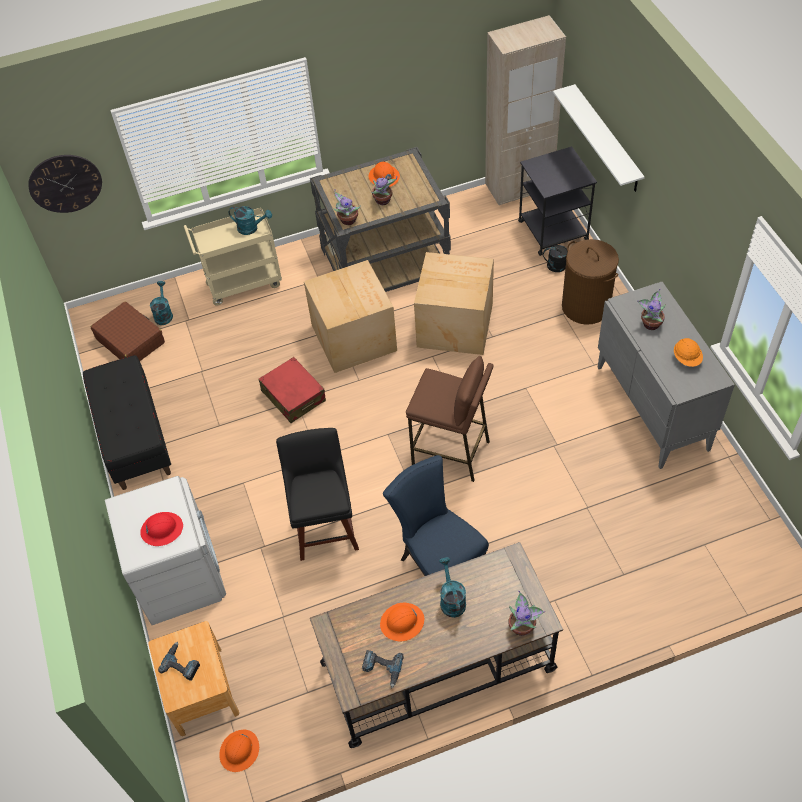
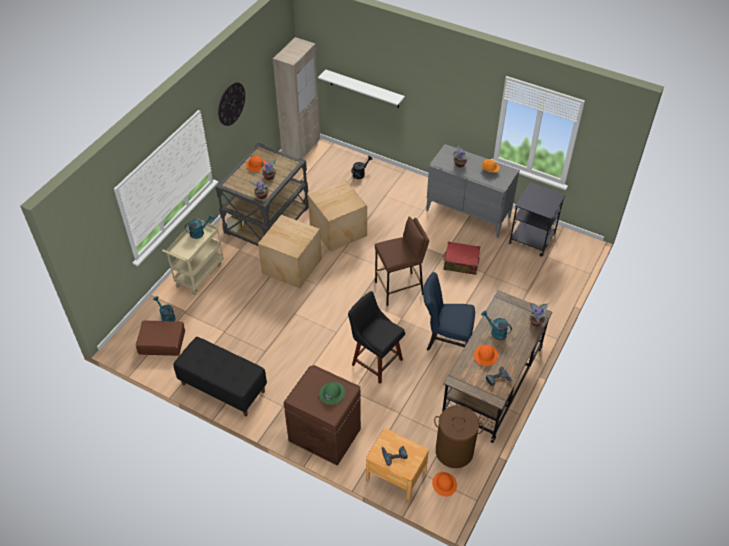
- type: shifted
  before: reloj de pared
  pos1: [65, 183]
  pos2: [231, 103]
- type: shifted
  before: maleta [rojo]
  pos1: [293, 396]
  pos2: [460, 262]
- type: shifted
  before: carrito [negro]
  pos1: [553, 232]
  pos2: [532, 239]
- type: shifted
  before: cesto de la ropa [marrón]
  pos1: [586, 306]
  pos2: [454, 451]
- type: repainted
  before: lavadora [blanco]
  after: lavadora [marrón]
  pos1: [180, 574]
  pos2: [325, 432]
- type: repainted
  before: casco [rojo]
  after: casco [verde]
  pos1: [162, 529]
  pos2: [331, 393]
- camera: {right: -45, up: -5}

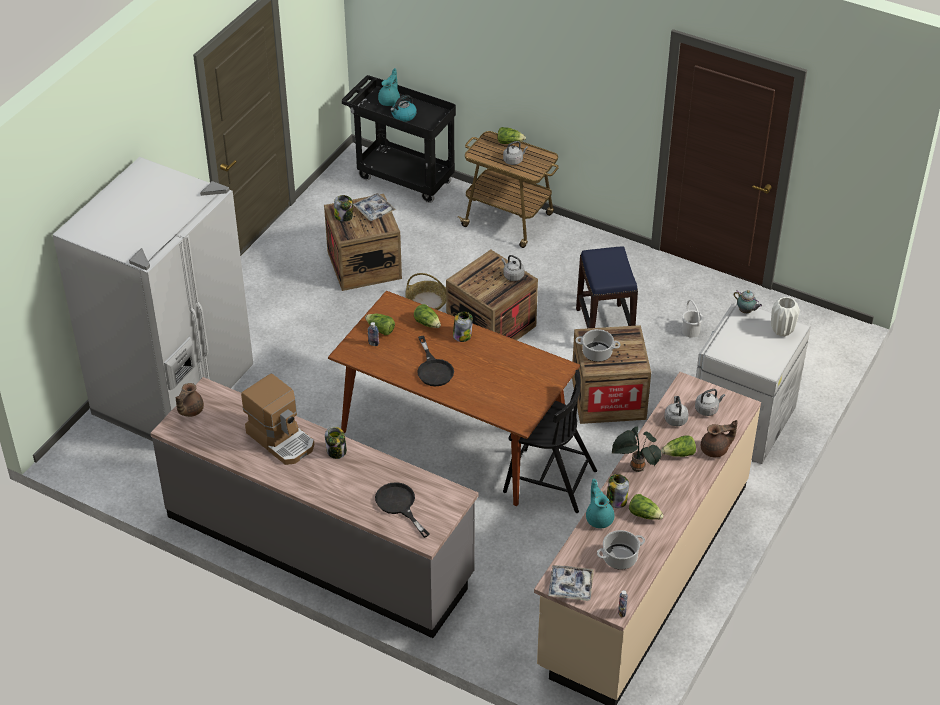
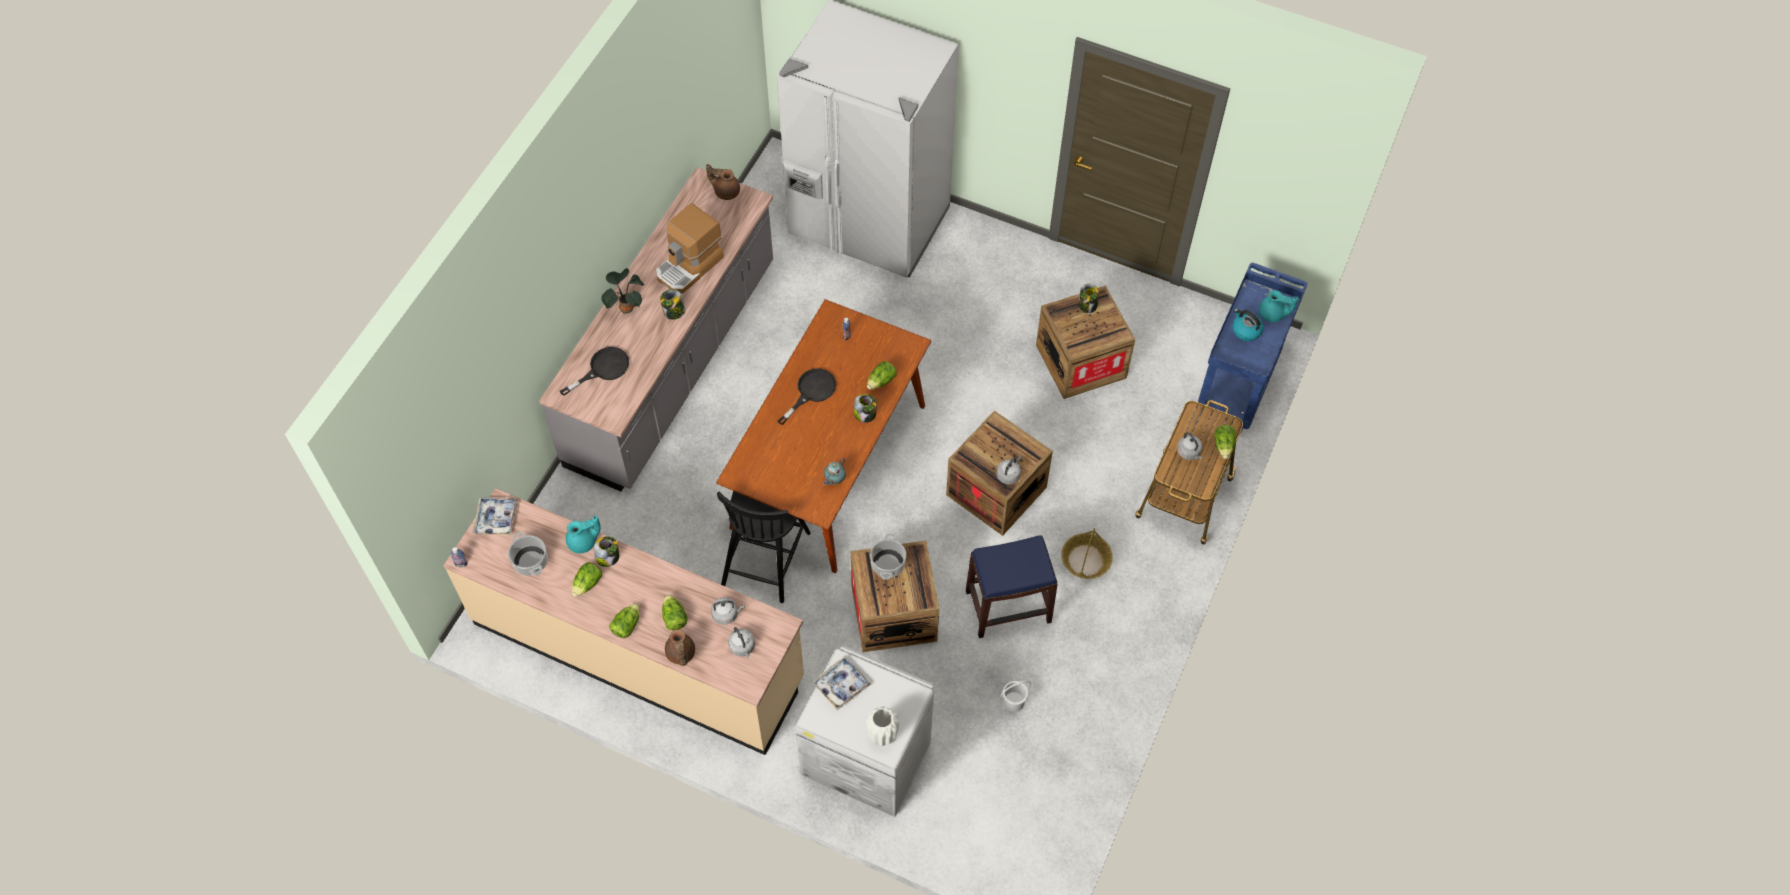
- type: shifted
  before: bandeja
  pos1: [374, 210]
  pos2: [841, 685]
- type: shifted
  before: lechuga
  pos1: [380, 329]
  pos2: [626, 625]
- type: shifted
  before: cesta
  pos1: [427, 301]
  pos2: [1085, 561]
- type: shifted
  before: planta en maceta
  pos1: [635, 468]
  pos2: [626, 307]
- type: shifted
  before: tetera
  pos1: [746, 311]
  pos2: [834, 480]
- type: repainted
  before: carrito [negro]
  after: carrito [azul]
  pos1: [401, 180]
  pos2: [1237, 384]
- type: rotated
  before: sartén [negro]
  pos1: [433, 369]
  pos2: [811, 392]
  turn: 150
- camera: {right: 85, up: 15}

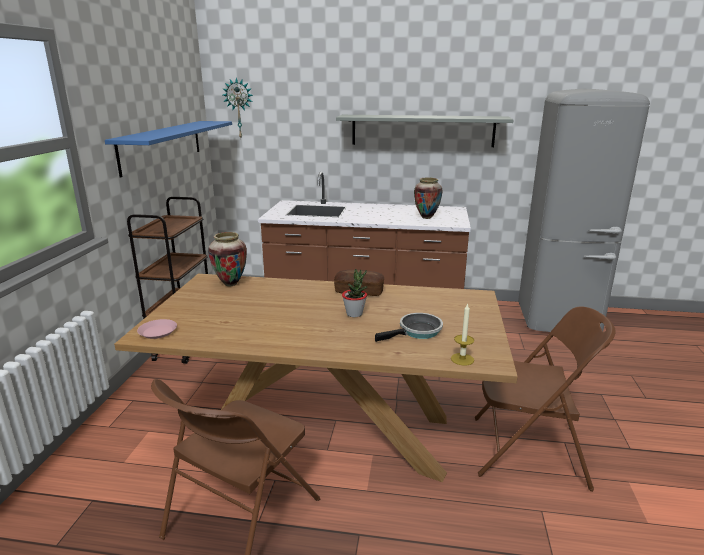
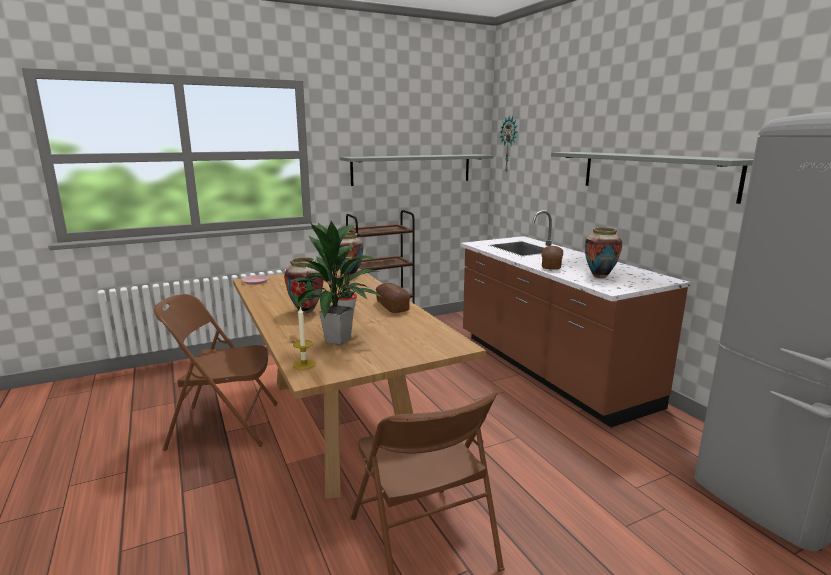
- type: new
  after: florero
  pos2: [306, 311]
- type: new
  after: pan
  pos2: [551, 265]
- type: swapped
  before: sartén
  after: planta en maceta
  pos1: [417, 332]
  pos2: [339, 339]
- type: repainted
  before: estante [azul]
  after: estante [gris]
  pos1: [162, 145]
  pos2: [412, 169]
- camera: {right: 55, up: -5}

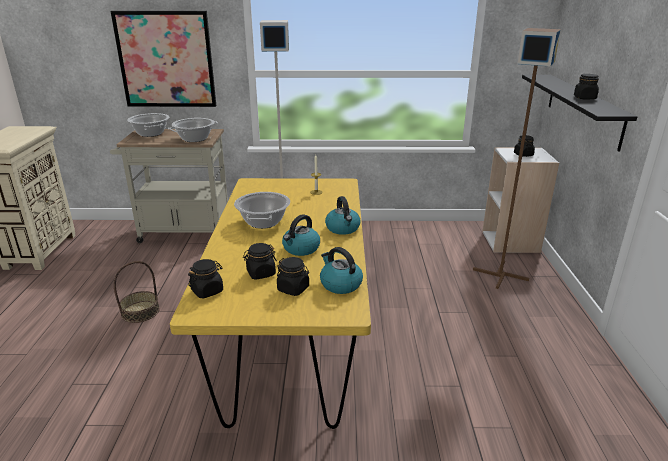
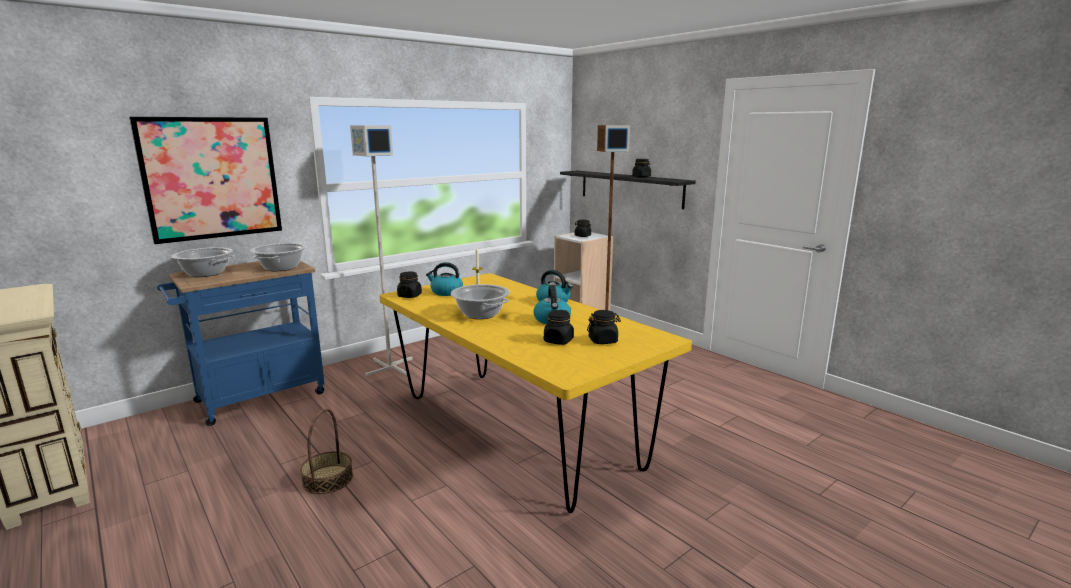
- type: shifted
  before: tarro [negro]
  pos1: [207, 291]
  pos2: [409, 296]
- type: shifted
  before: hervidor
  pos1: [340, 284]
  pos2: [446, 292]
- type: repainted
  before: carrito [beis]
  after: carrito [azul]
  pos1: [182, 232]
  pos2: [256, 399]
- camera: {right: -40, up: -10}

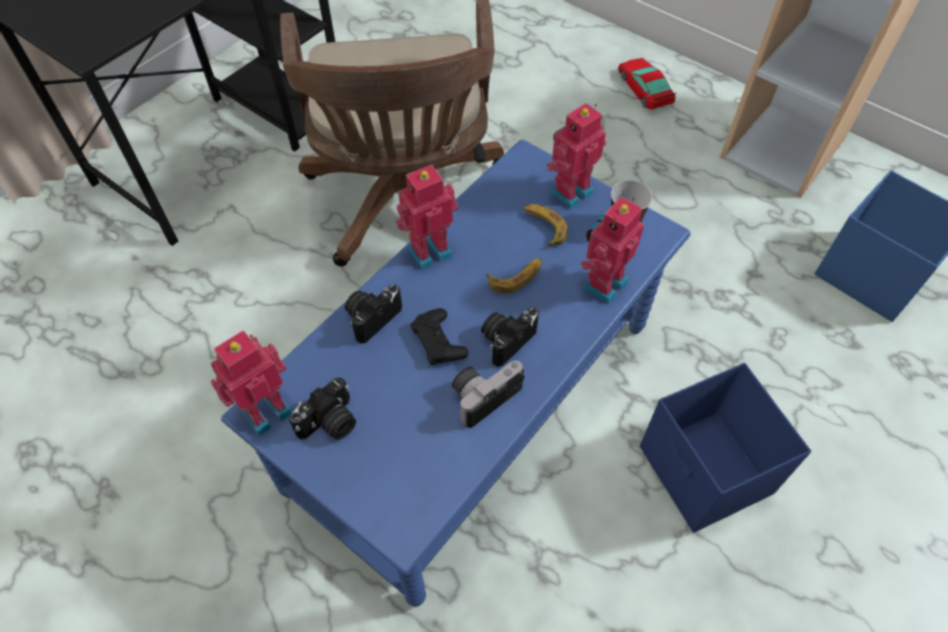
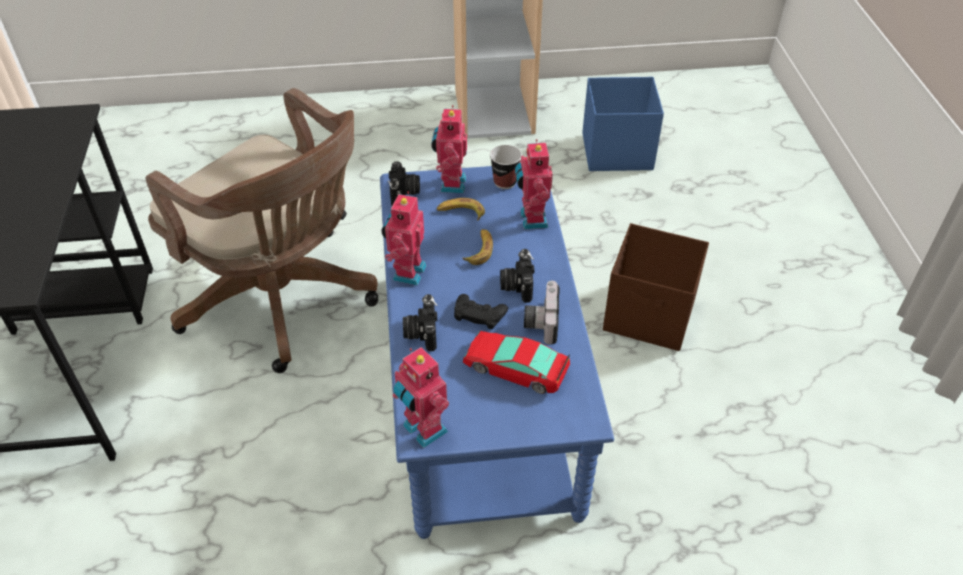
- type: shifted
  before: cámara
  pos1: [330, 423]
  pos2: [404, 193]
- type: shifted
  before: coche de juguete
  pos1: [645, 89]
  pos2: [516, 367]
- type: repainted
  before: caja de almacenaje [azul]
  after: caja de almacenaje [marrón]
  pos1: [705, 472]
  pos2: [650, 316]
- type: rotated
  before: robot de juguete
  pos1: [265, 409]
  pos2: [422, 430]
  turn: -45
- camera: {right: -45, up: -10}

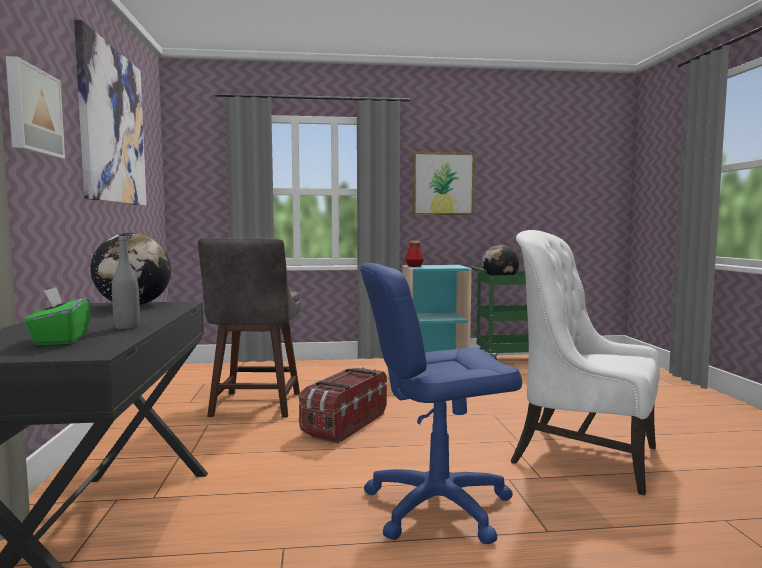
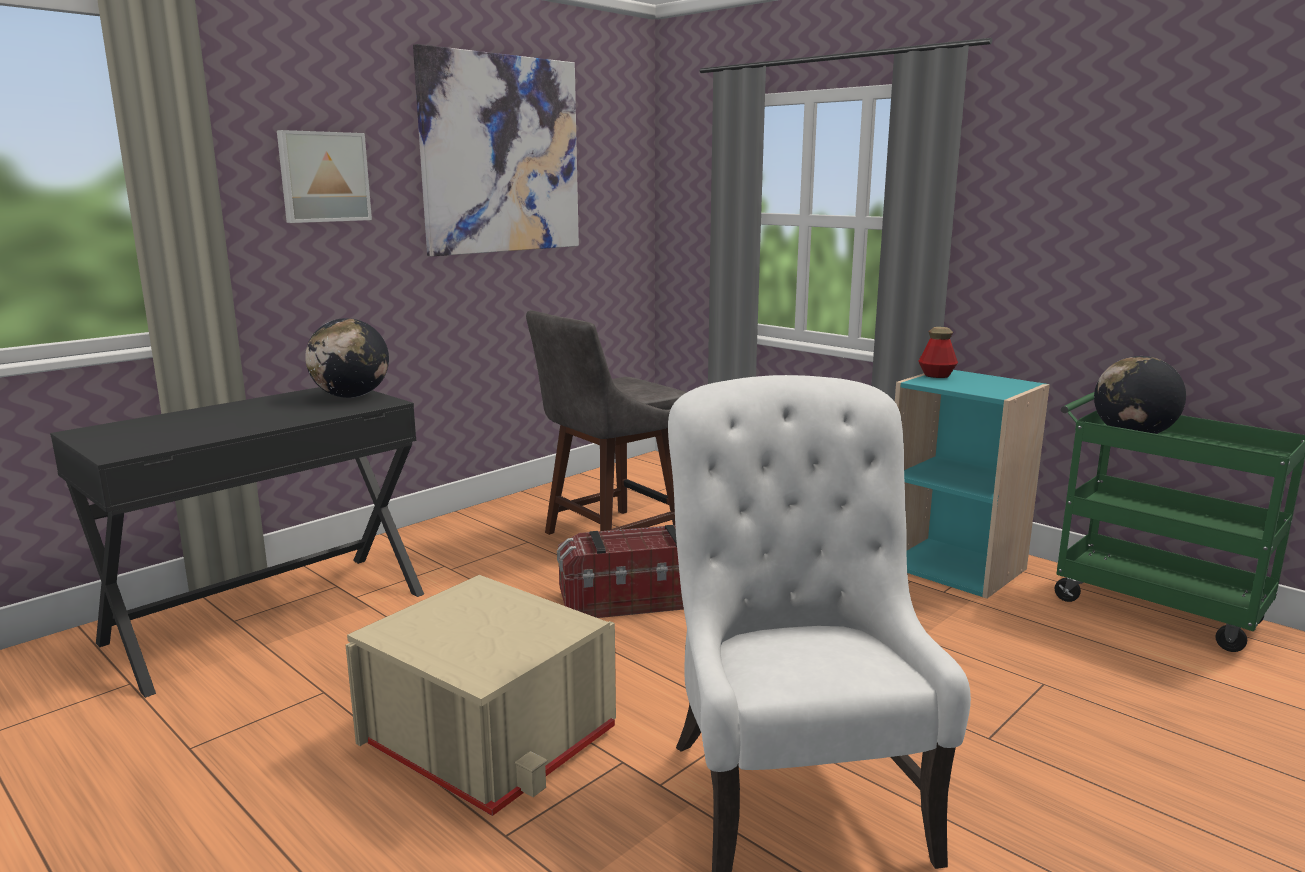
- type: gone
  before: caja de pañuelos [verde]
  pos1: [60, 340]
- type: gone
  before: botella [gris]
  pos1: [127, 327]
- type: gone
  before: cuadro
  pos1: [443, 184]
- type: swapped
  before: silla de oficina [azul]
  after: caja de almacenaje [beis]
  pos1: [437, 506]
  pos2: [489, 738]
- camera: {right: 50, up: 10}

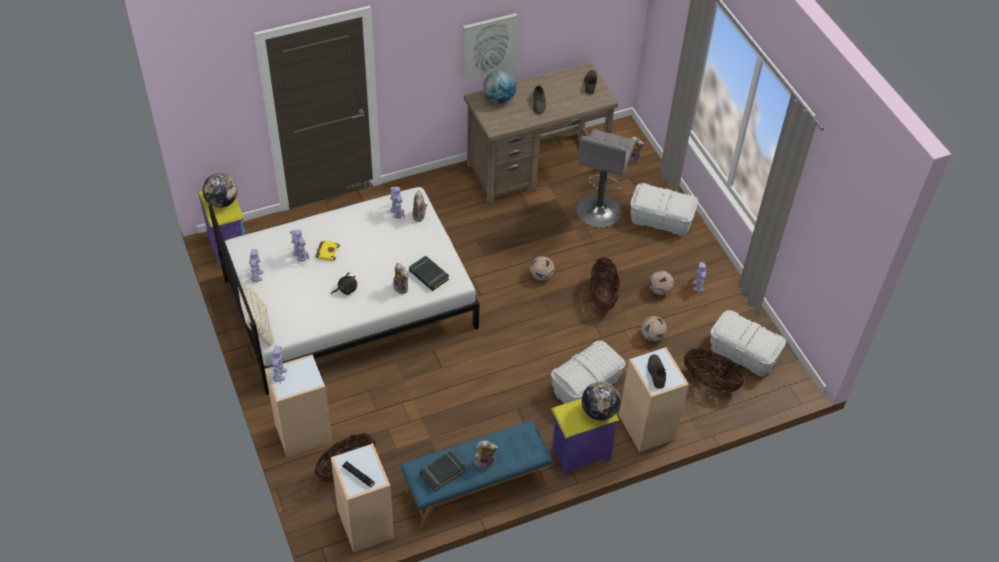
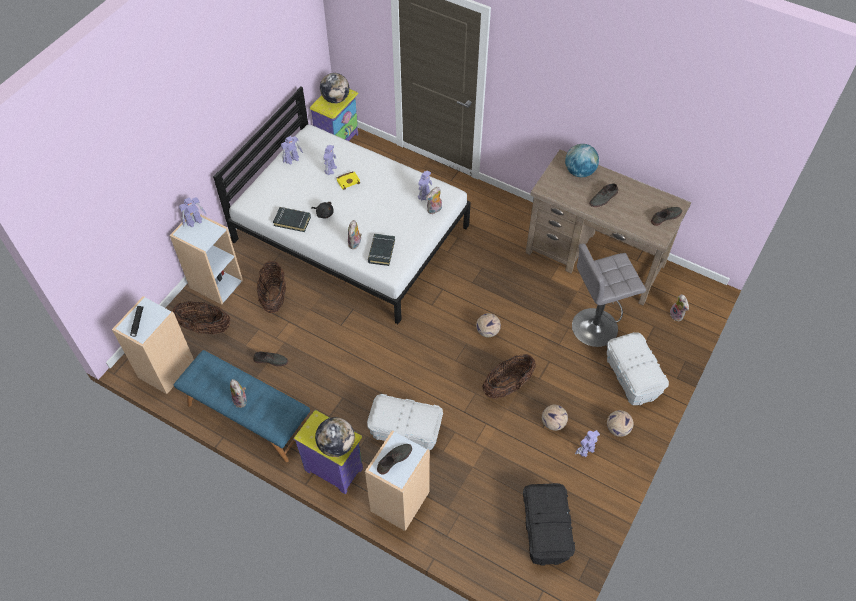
- type: gone
  before: cojín [beis]
  pos1: [258, 328]
- type: gone
  before: cuadro
  pos1: [488, 46]
- type: new
  after: zapato [gris]
  pos2: [271, 360]
- type: shifted
  before: libro [negro]
  pos1: [443, 472]
  pos2: [292, 221]
- type: shifted
  before: balón de fútbol
  pos1: [652, 336]
  pos2: [617, 429]
- type: shifted
  before: cesta
  pos1: [710, 381]
  pos2: [274, 297]
- type: repainted
  before: caja de almacenaje [blanco]
  after: caja de almacenaje [negro]
  pos1: [743, 353]
  pos2: [545, 531]
- camera: {right: 55, up: 5}

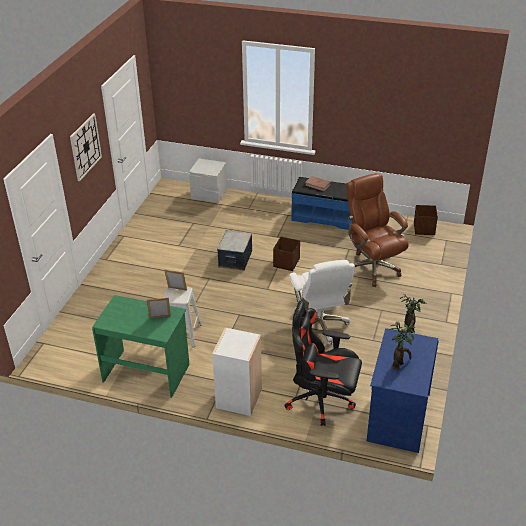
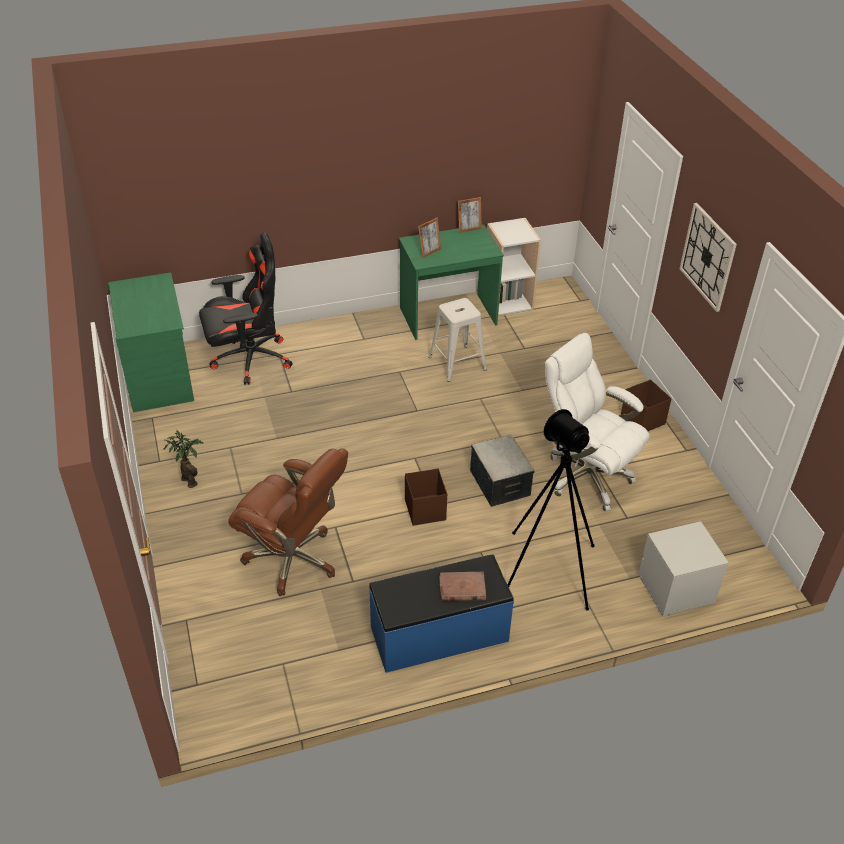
- type: gone
  before: planta en maceta
  pos1: [399, 364]
- type: new
  after: lámpara de pie [negro]
  pos2: [548, 570]
- type: shifted
  before: portarretratos
  pos1: [176, 290]
  pos2: [469, 229]
- type: shifted
  before: estantería
  pos1: [238, 398]
  pos2: [508, 301]
- type: shifted
  before: silla de oficina [blanco]
  pos1: [319, 326]
  pos2: [586, 476]
- type: shifted
  before: caja de almacenaje [marrón]
  pos1: [424, 229]
  pos2: [642, 419]
- type: repainted
  before: escritorio [azul]
  after: escritorio [verde]
  pos1: [397, 416]
  pos2: [159, 377]
- camera: {right: 145, up: 5}

